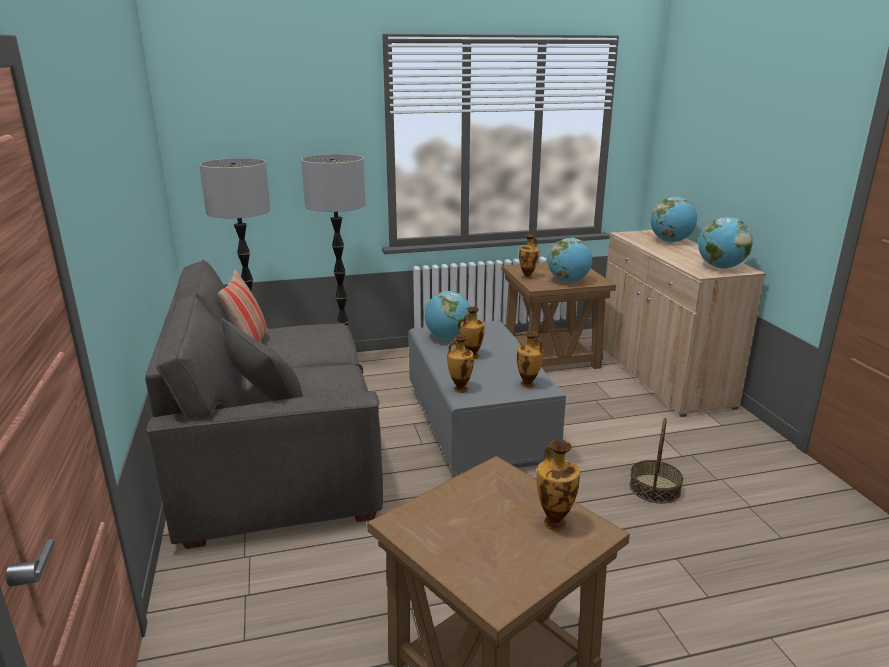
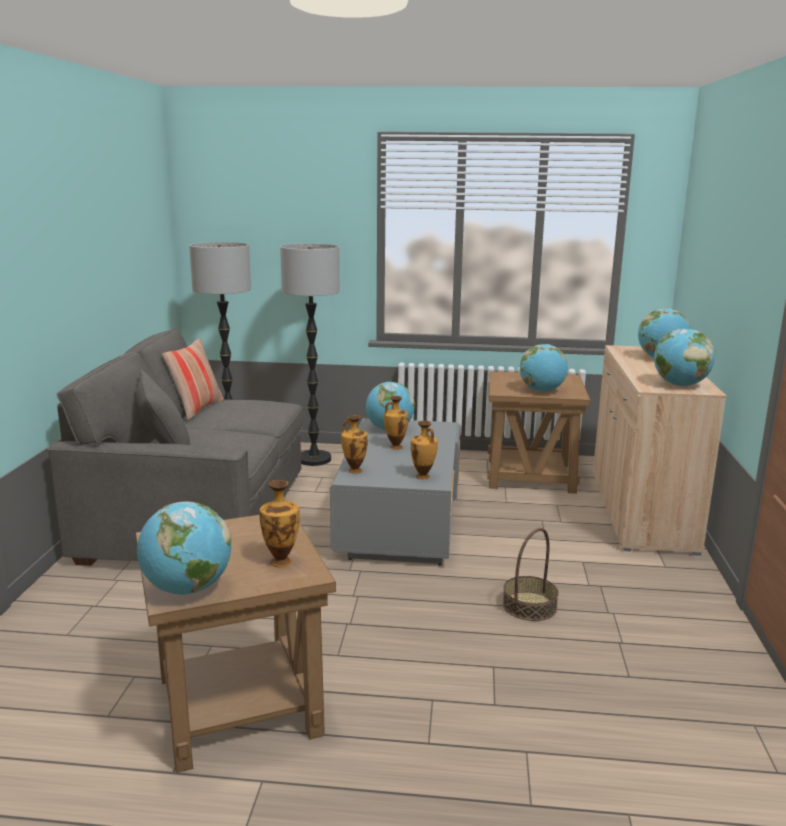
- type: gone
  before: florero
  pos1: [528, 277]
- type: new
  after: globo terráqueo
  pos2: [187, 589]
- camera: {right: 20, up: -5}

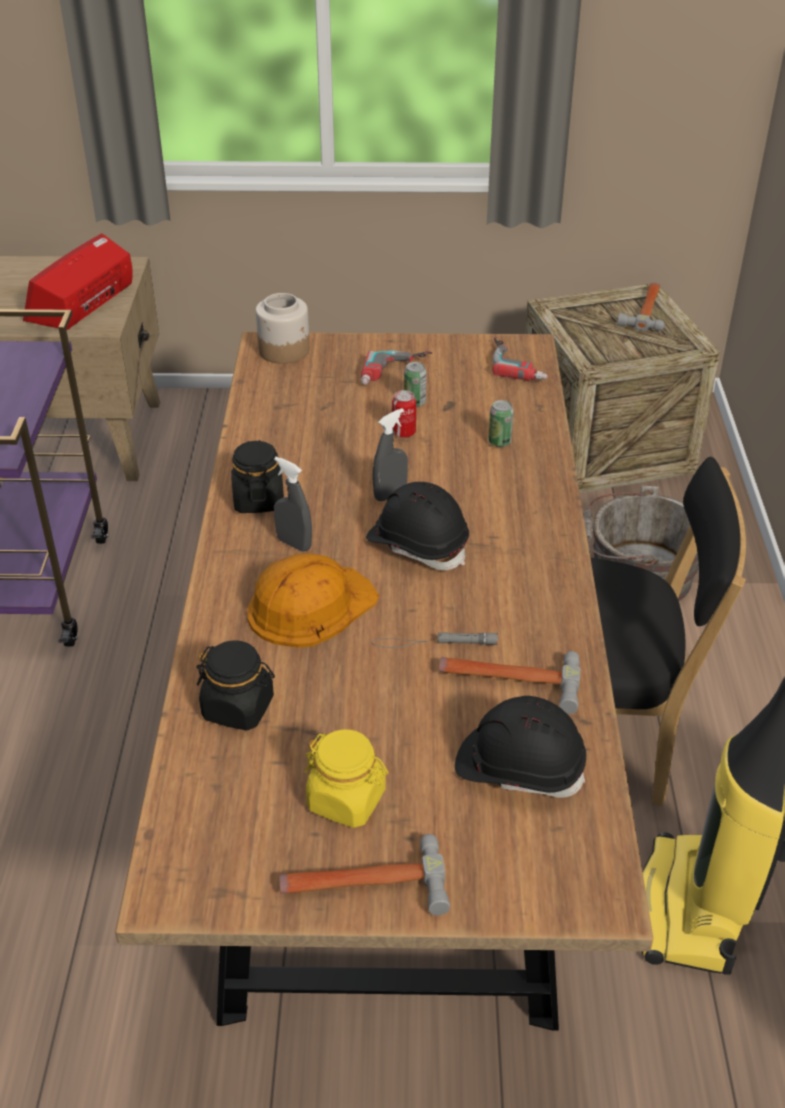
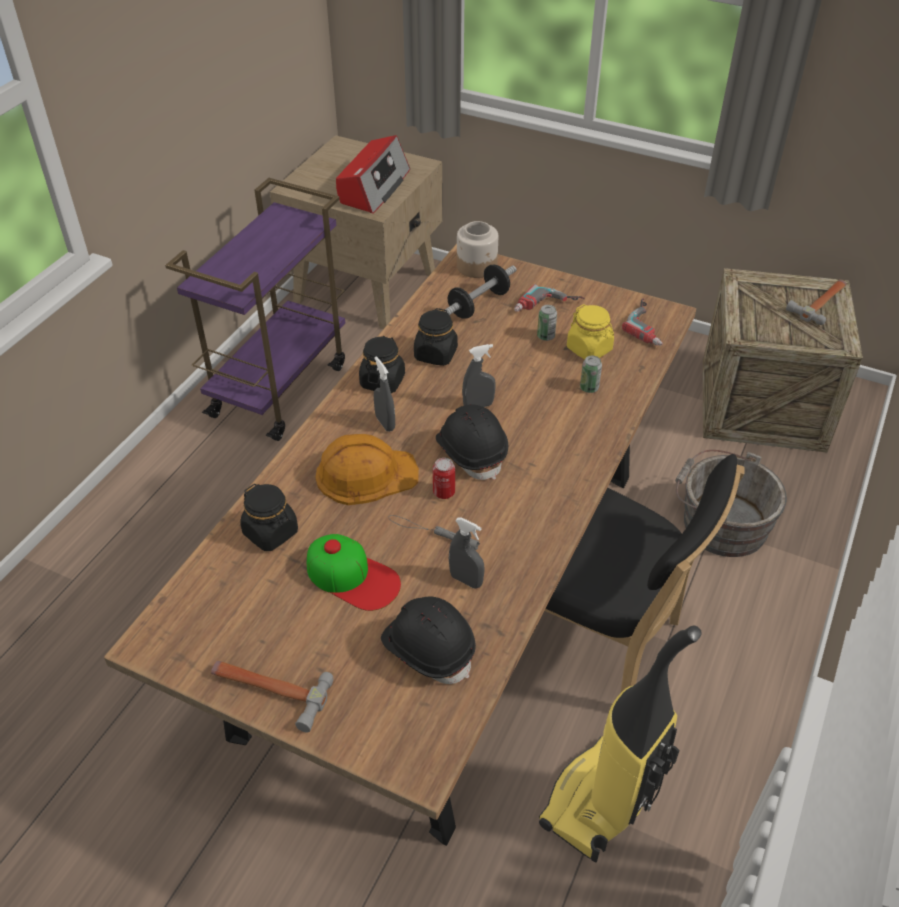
- type: new
  after: gorra
  pos2: [352, 576]
- type: new
  after: tarro [negro]
  pos2: [435, 354]
- type: new
  after: mancuerna
  pos2: [478, 304]
- type: shifted
  before: tarro [amarillo]
  pos1: [347, 800]
  pos2: [589, 349]
- type: shifted
  before: lata
  pos1: [403, 432]
  pos2: [444, 492]
- type: swapped
  before: martillo
  after: pulverizador [gris]
  pos1: [508, 680]
  pos2: [466, 580]
- type: rotated
  before: radio
  pos1: [82, 302]
  pos2: [373, 187]
  turn: 150
- camera: {right: 25, up: 5}

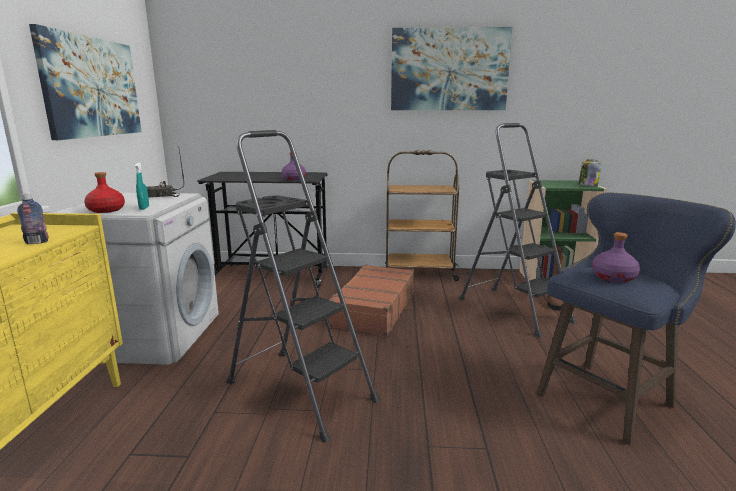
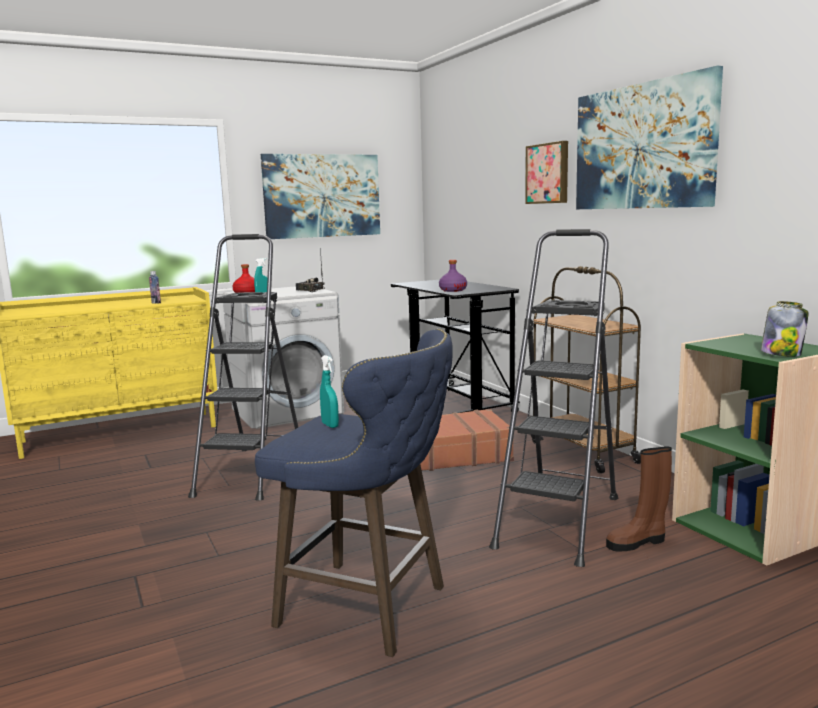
- type: new
  after: cuadro
  pos2: [548, 173]
- type: swapped
  before: botella [morado]
  after: pulverizador [turquesa]
  pos1: [614, 277]
  pos2: [330, 425]
- camera: {right: 60, up: -5}

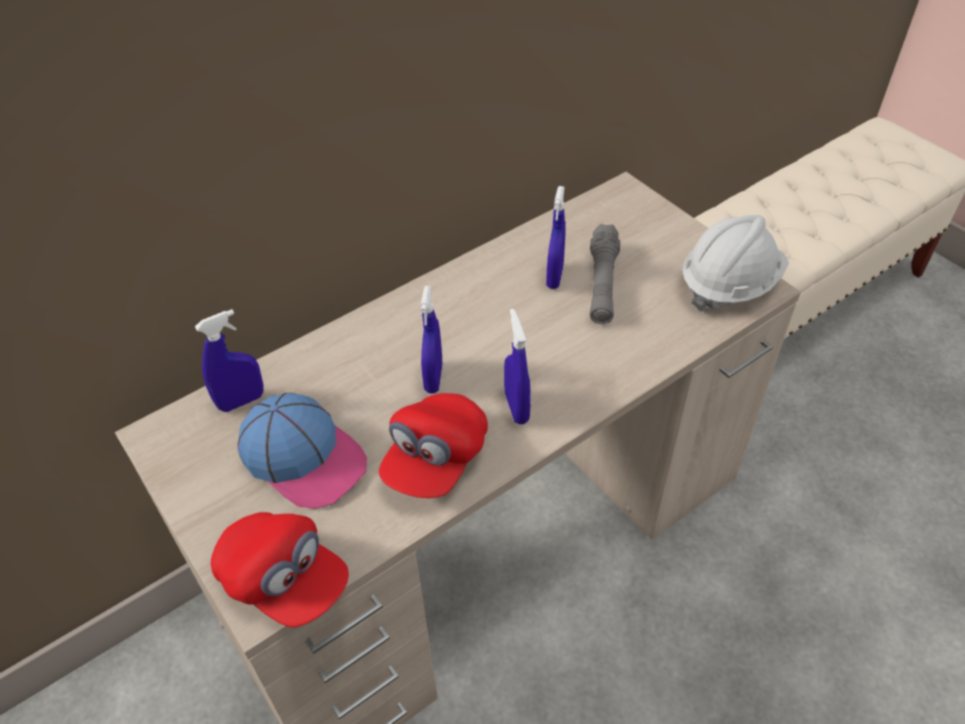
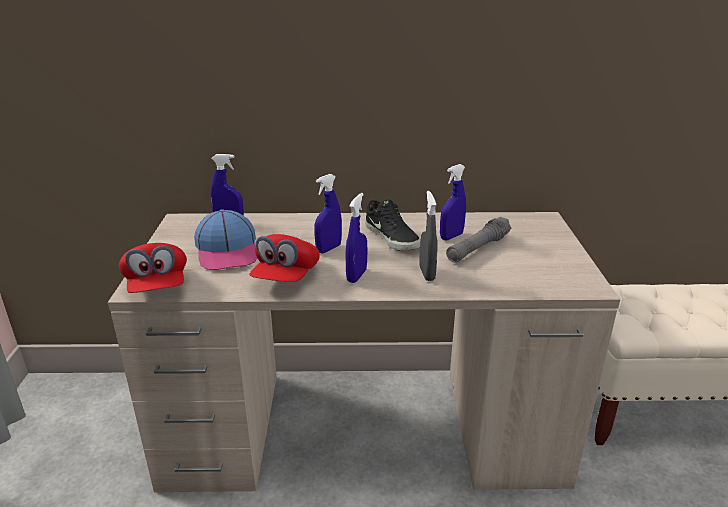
- type: gone
  before: casco [blanco]
  pos1: [729, 284]
- type: new
  after: zapato [negro]
  pos2: [393, 237]
- type: new
  after: pulverizador [gris]
  pos2: [427, 274]
- type: rotated
  before: gorra [rojo]
  pos1: [435, 460]
  pos2: [286, 277]
  turn: -45
- camera: {right: 35, up: -20}

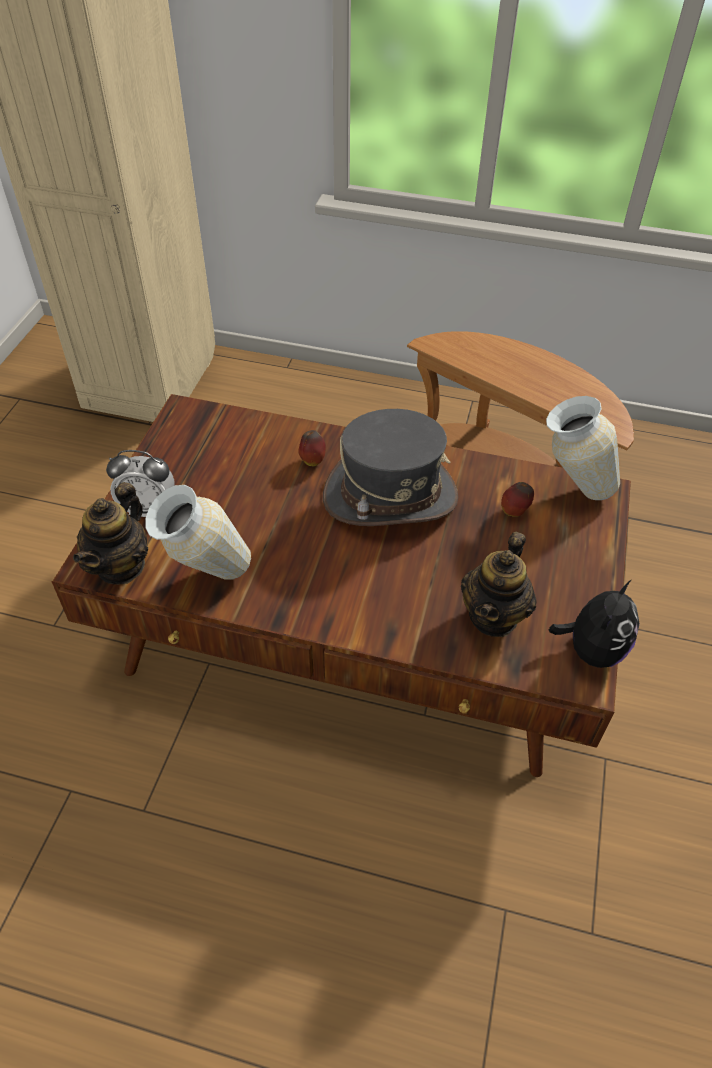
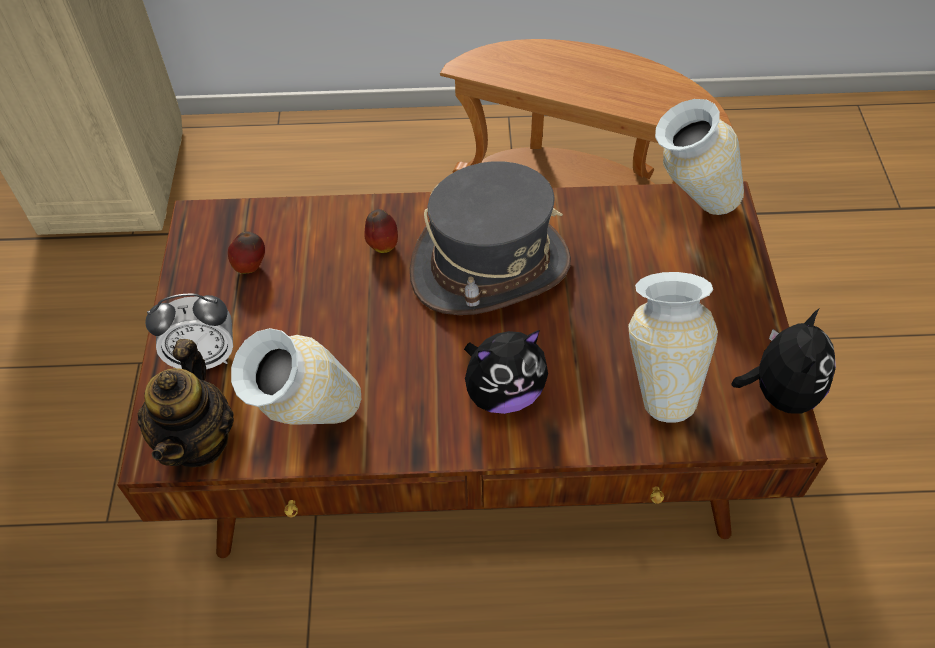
- type: new
  after: peluche
  pos2: [503, 393]
- type: shifted
  before: manzana
  pos1: [514, 511]
  pos2: [251, 266]
- type: swapped
  before: tetera
  after: florero
  pos1: [494, 616]
  pos2: [660, 382]
- camera: {right: -15, up: 5}

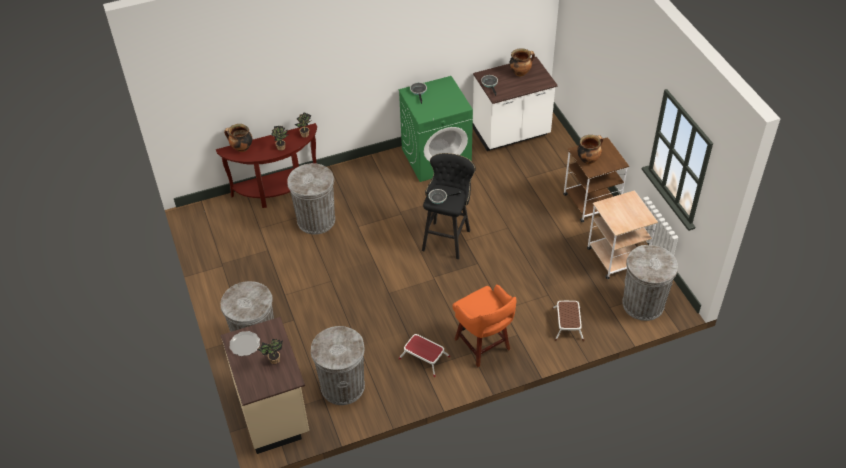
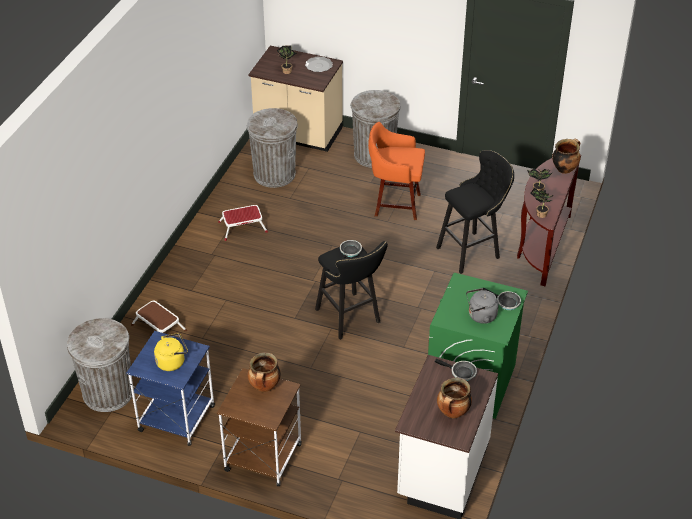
- type: new
  after: hervidor [amarillo]
  pos2: [172, 361]
- type: new
  after: hervidor [gris]
  pos2: [480, 316]
- type: shifted
  before: taburete [naranja]
  pos1: [483, 346]
  pos2: [395, 205]
- type: swapped
  before: papelera [gris]
  after: taburete [negro]
  pos1: [316, 220]
  pos2: [474, 250]
- type: repainted
  before: carrito [beis]
  after: carrito [azul]
  pos1: [617, 258]
  pos2: [175, 417]
- camera: {right: 130, up: -5}

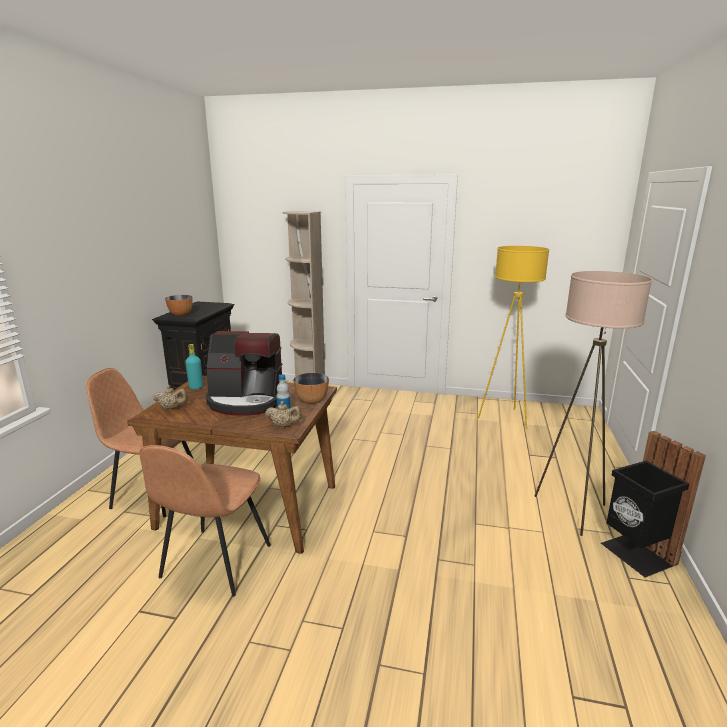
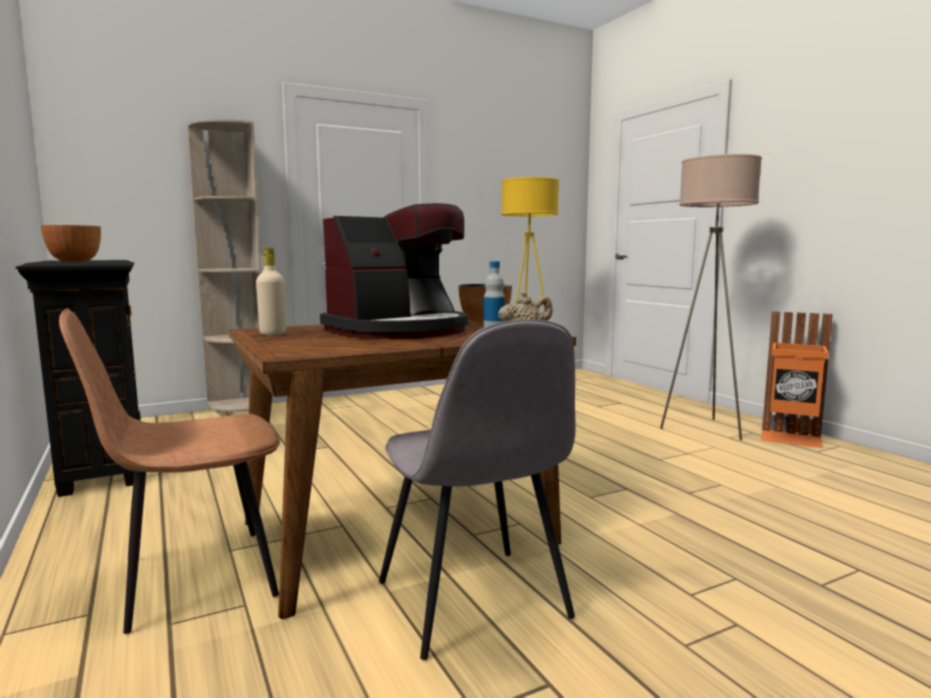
- type: gone
  before: tetera [beis]
  pos1: [172, 408]
- type: repainted
  before: silla [marrón]
  after: silla [gris]
  pos1: [215, 563]
  pos2: [473, 602]
- type: repainted
  before: botella [turquesa]
  after: botella [beis]
  pos1: [196, 387]
  pos2: [273, 334]
- type: repainted
  before: papelera [negro]
  after: papelera [naranja]
  pos1: [636, 554]
  pos2: [791, 438]
- camera: {right: -40, up: -10}

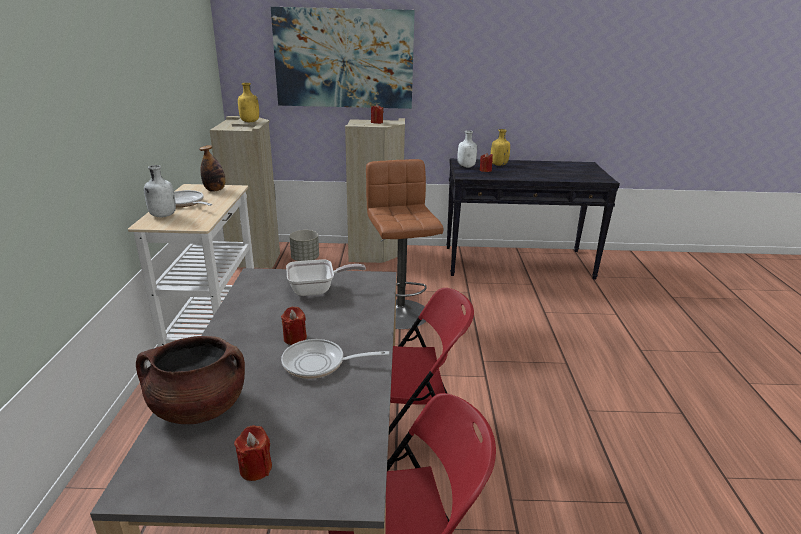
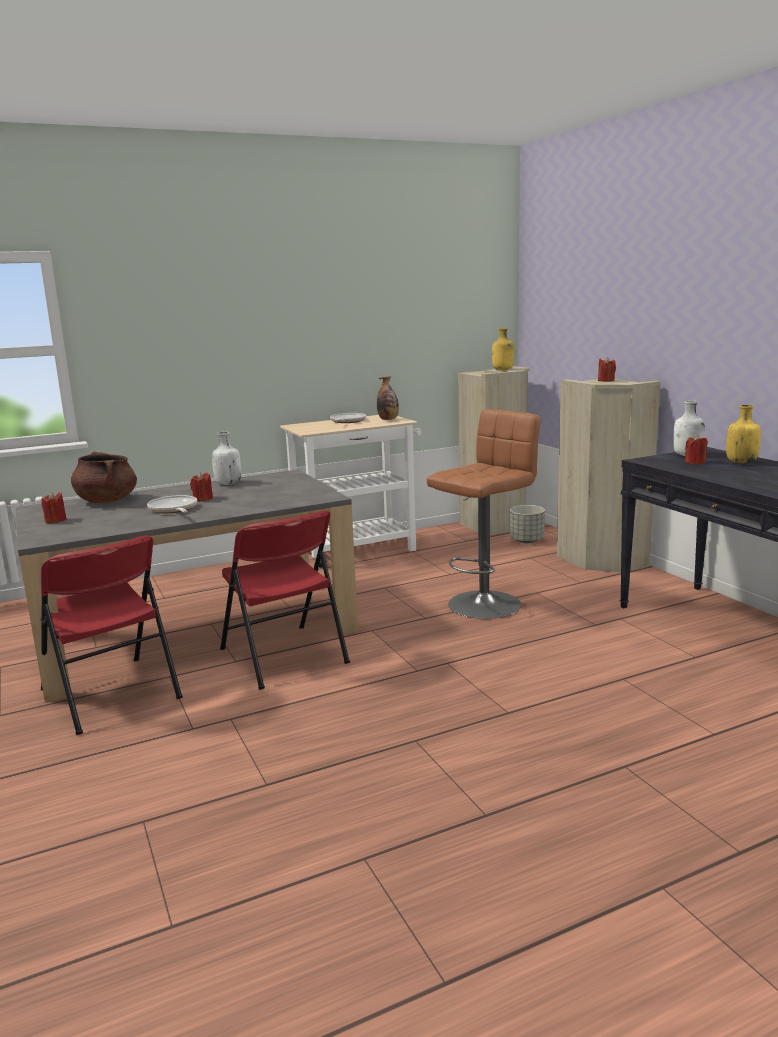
- type: gone
  before: cuadro
  pos1: [344, 59]
- type: gone
  before: sartén
  pos1: [317, 290]
- type: shifted
  before: botella [blanco]
  pos1: [162, 216]
  pos2: [228, 484]
- camera: {right: 65, up: -10}

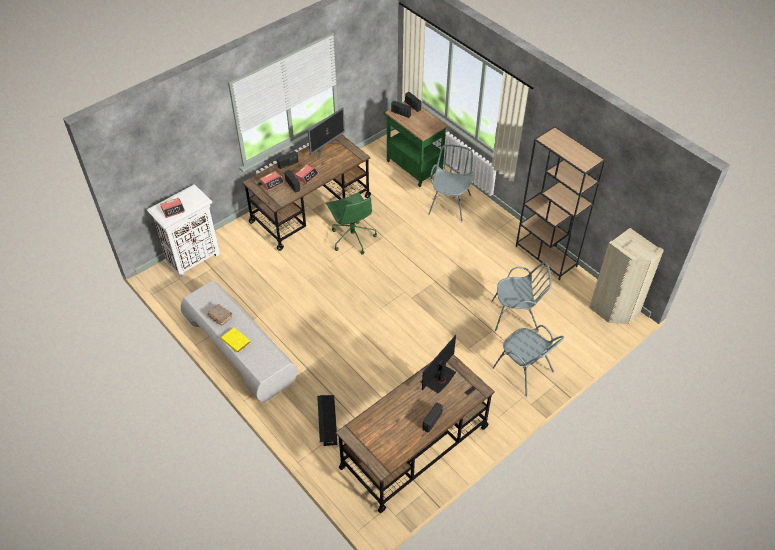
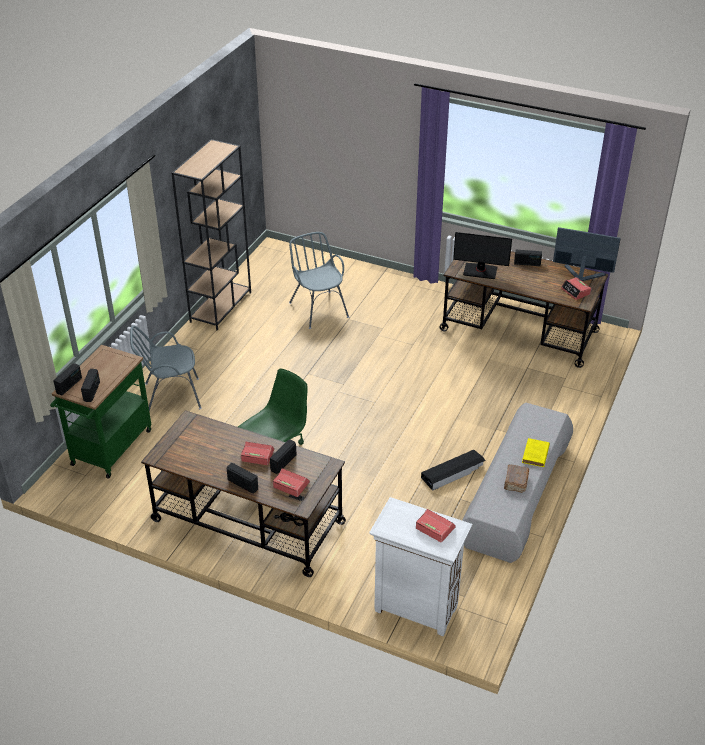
- type: gone
  before: silla [gris]
  pos1: [524, 372]
- type: gone
  before: armario [beis]
  pos1: [614, 310]
- type: new
  after: despertador
  pos2: [575, 291]
- type: shifted
  before: monitor
  pos1: [326, 147]
  pos2: [581, 275]
- type: shifted
  before: caja de almacenaje [negro]
  pos1: [327, 422]
  pos2: [453, 472]
- camera: {right: -115, up: -10}

